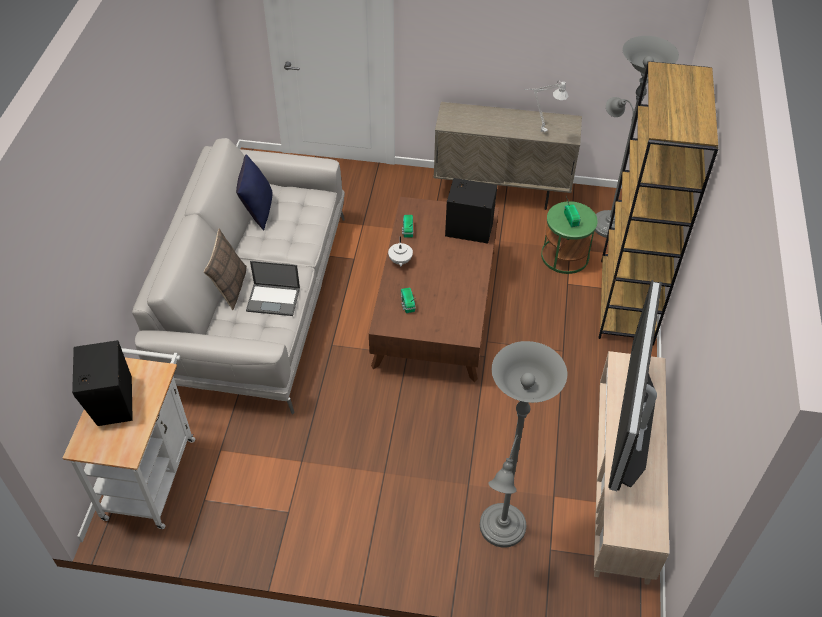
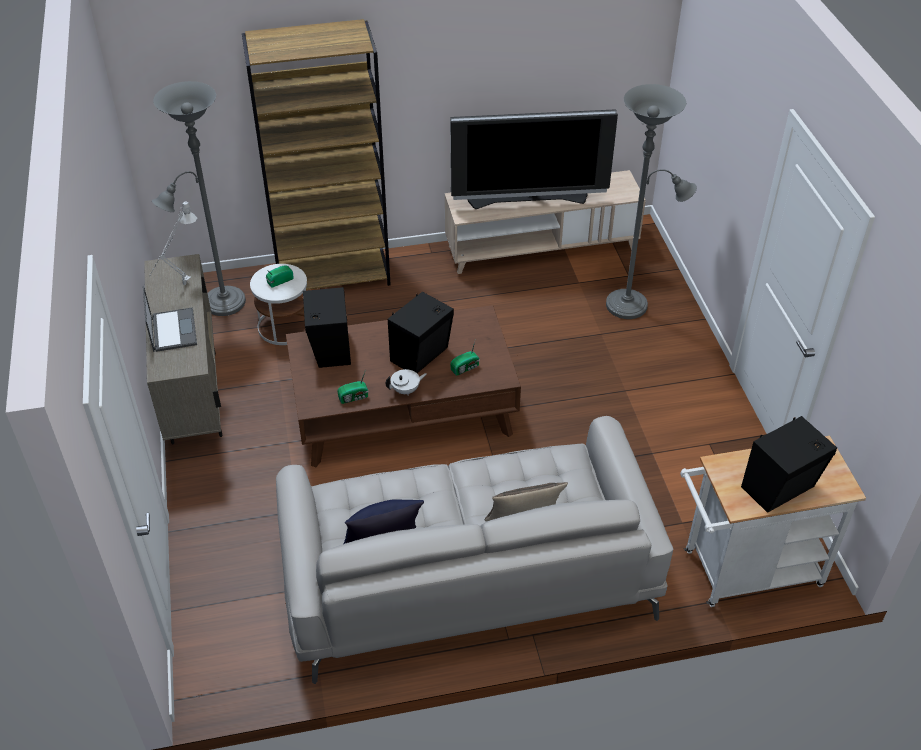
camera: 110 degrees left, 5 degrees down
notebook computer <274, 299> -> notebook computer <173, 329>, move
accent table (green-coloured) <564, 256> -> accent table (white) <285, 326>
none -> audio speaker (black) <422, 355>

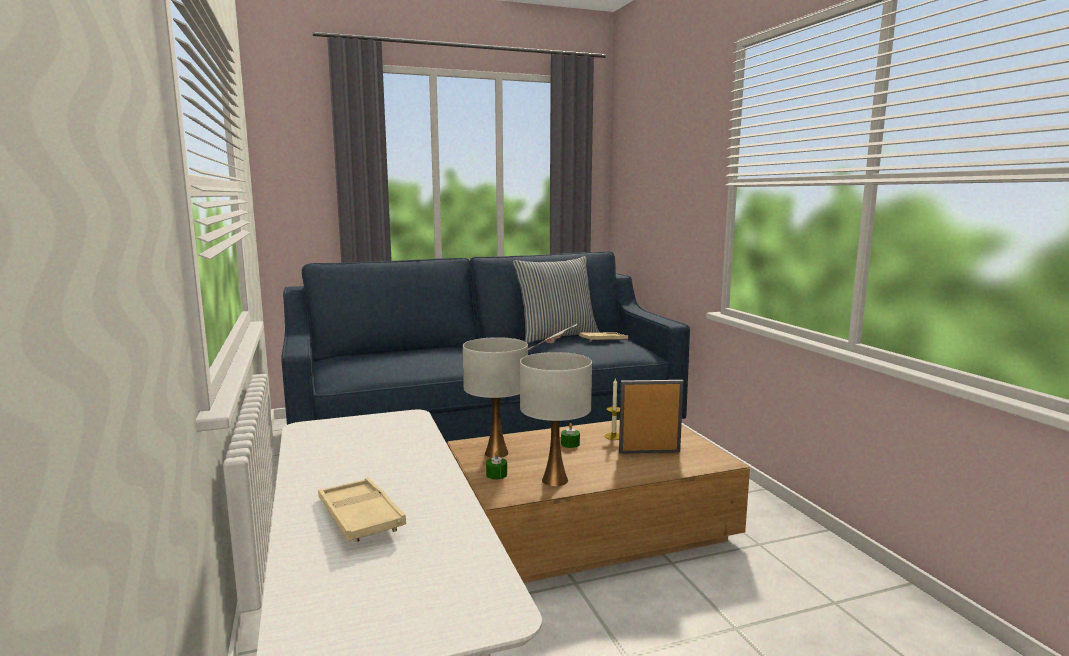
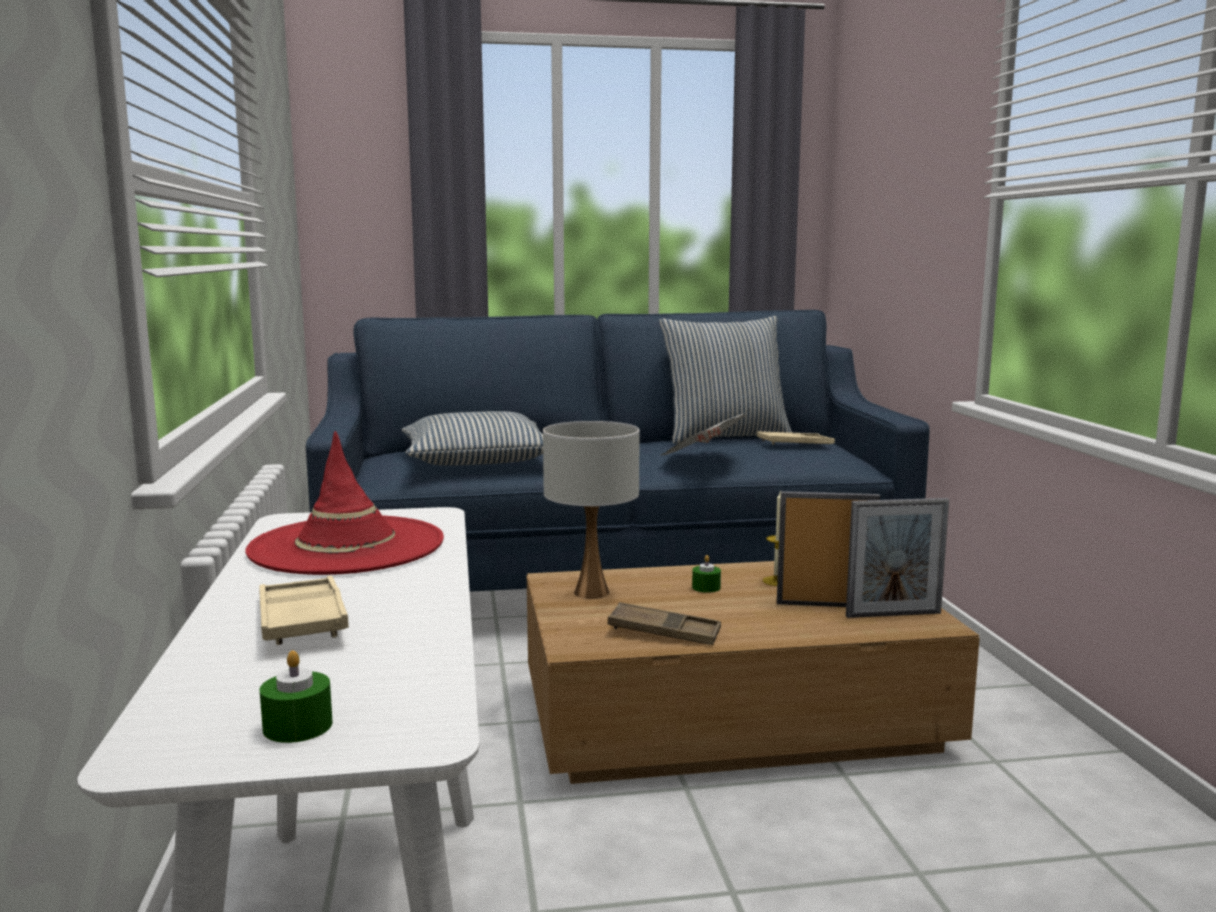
camera: 10 degrees right, 0 degrees up
candle (green-coloured) <496, 474> -> candle (green-coloured) <297, 726>, move
lamp for a table (white) <555, 480> -> carrying tray (brownish) <664, 632>
none -> wearable hat (red) <347, 546>
none -> throw pillow <477, 459>
none -> picture frame <893, 614>

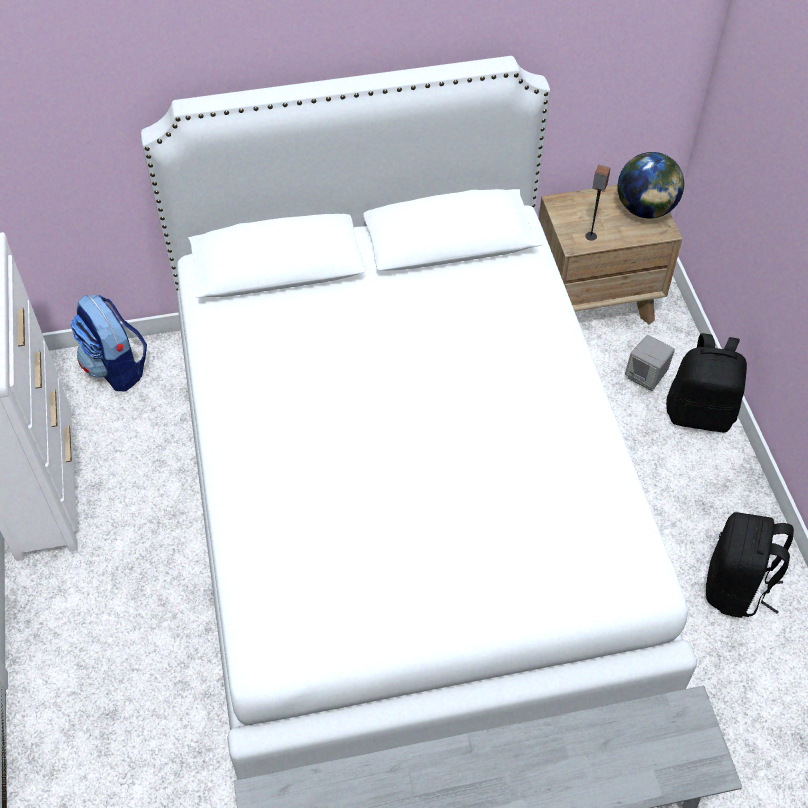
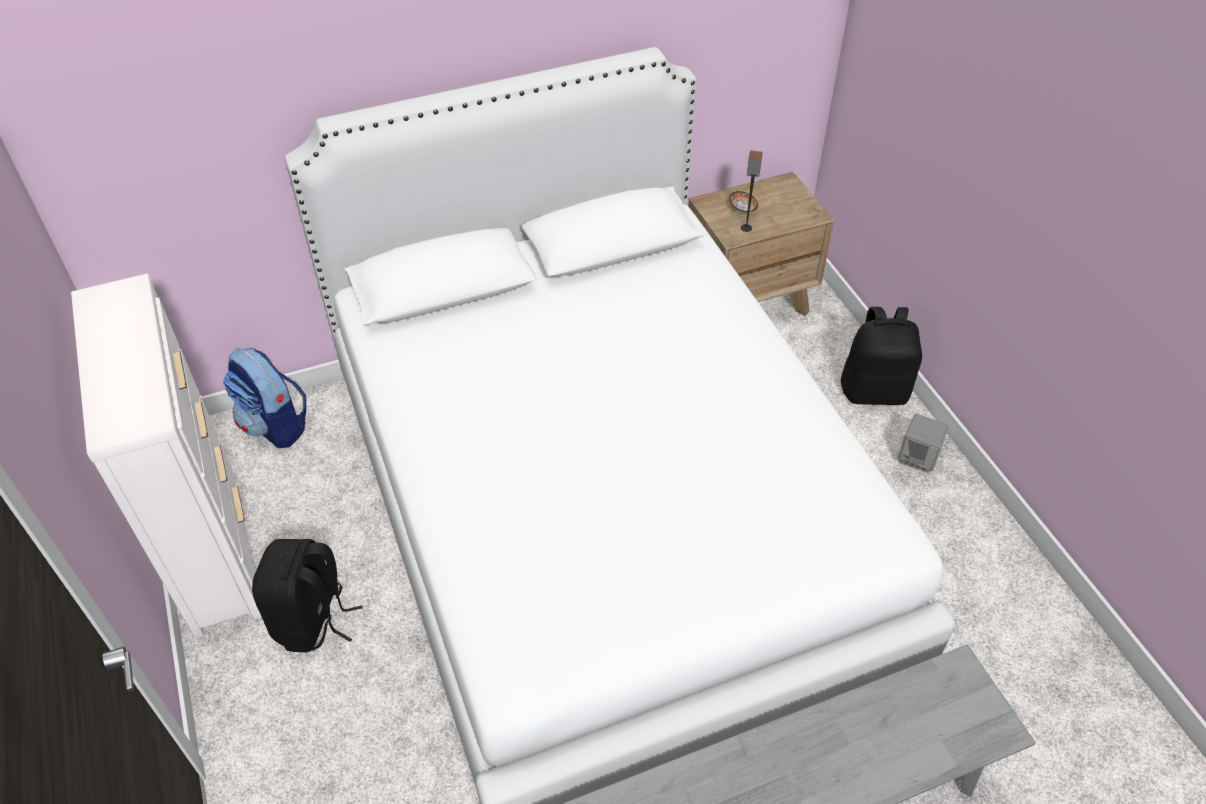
camera: 10 degrees left, 5 degrees down
globe <645, 209> -> none
audio speaker (grey) <646, 376> -> audio speaker (grey) <917, 458>, move
backpack (black) <736, 587> -> backpack (black) <313, 620>, move
none -> serving bowl <742, 209>

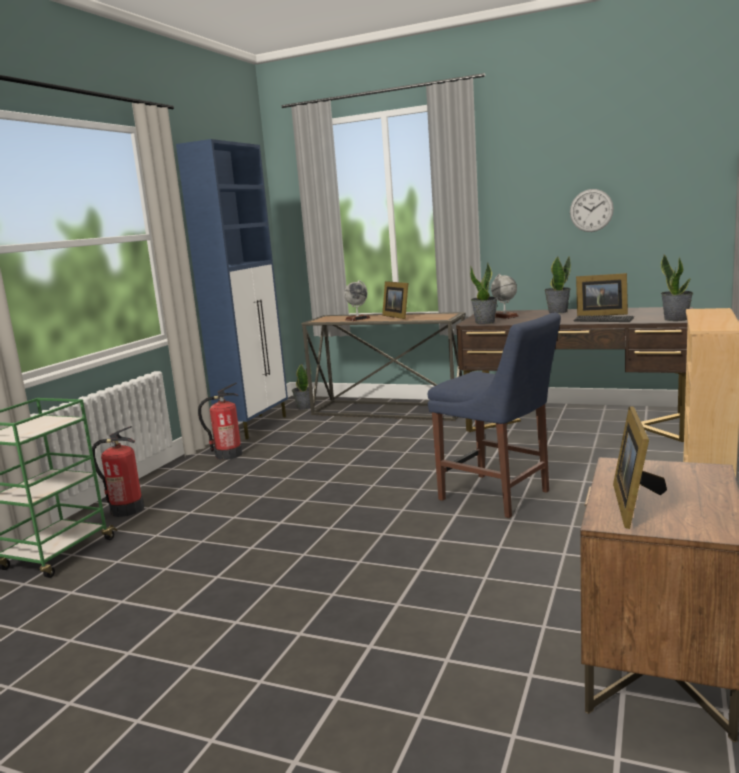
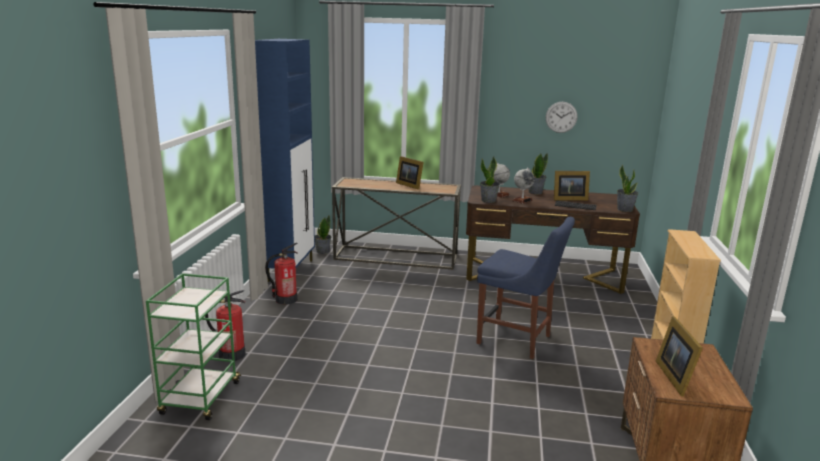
camera: 15 degrees left, 5 degrees up
globe <357, 319> -> globe <522, 200>, move

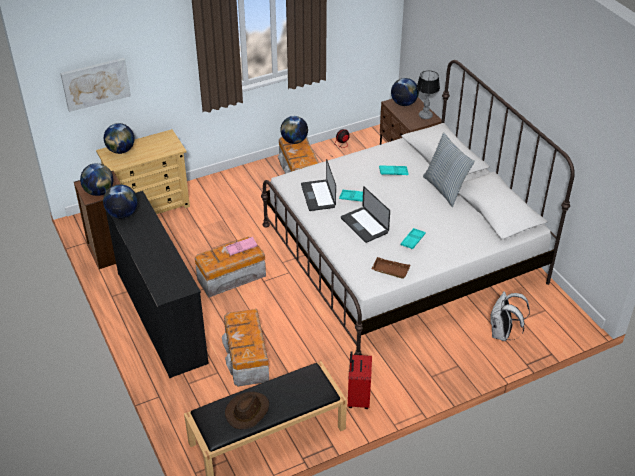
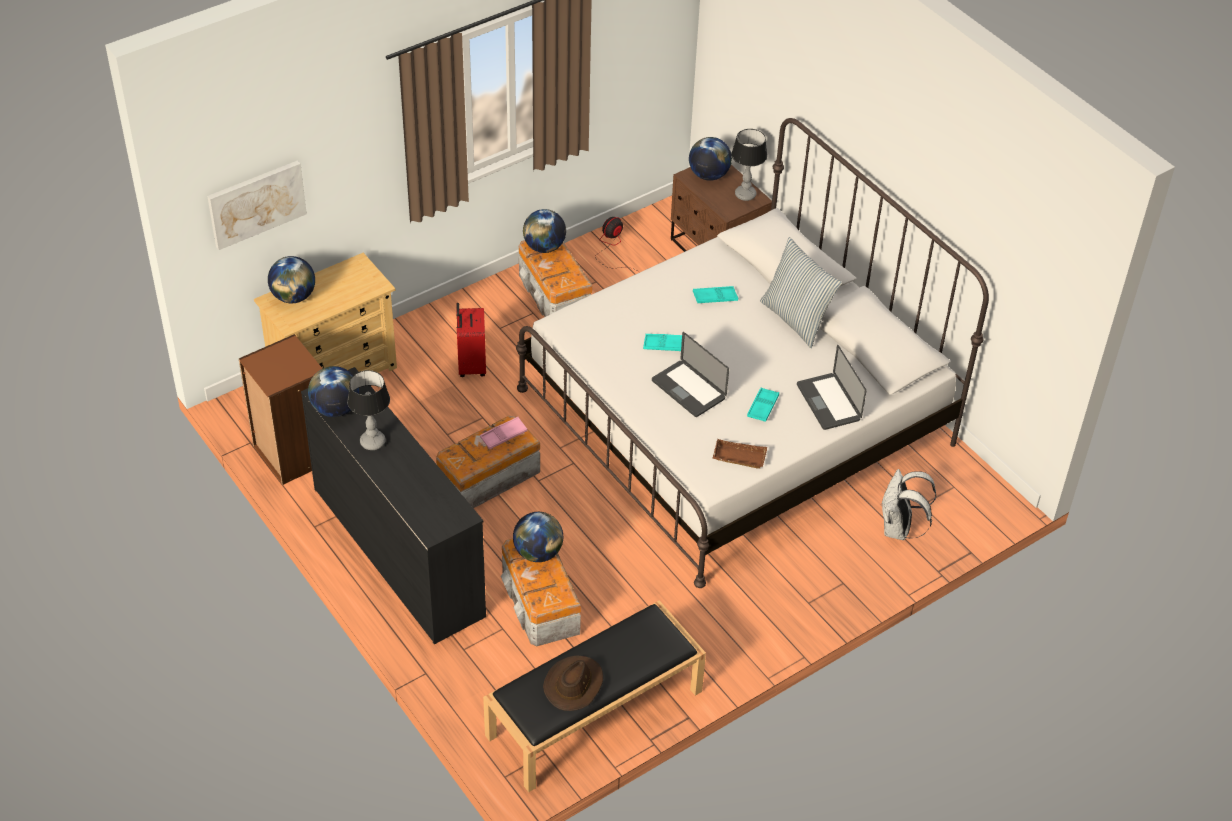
camera: 10 degrees left, 5 degrees up
globe <99, 192> -> globe <538, 553>, move
notebook computer <318, 196> -> notebook computer <828, 402>, move
travel case (red) <357, 398> -> travel case (red) <471, 366>, move
none -> lamp for a table <373, 442>

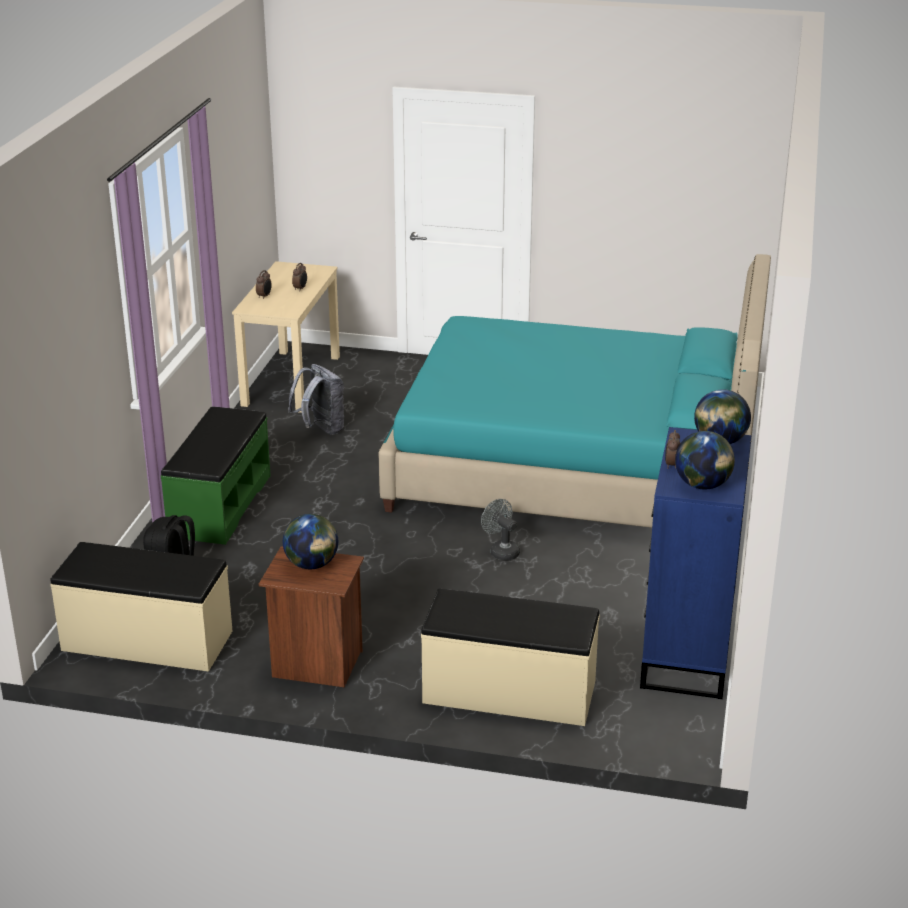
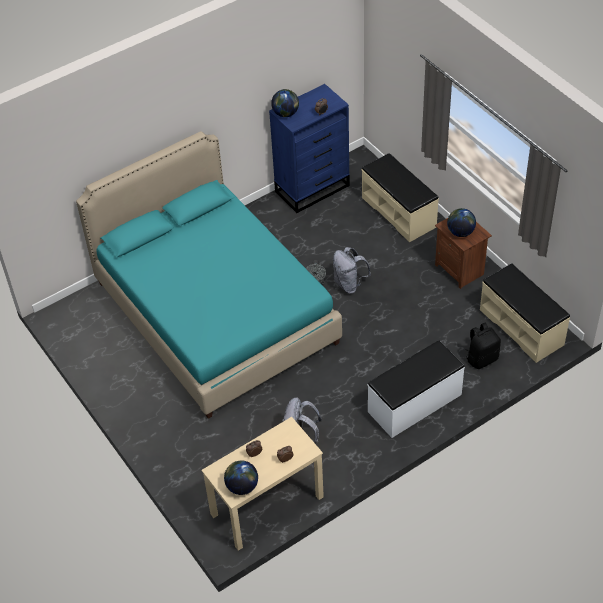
camera: 135 degrees left, 20 degrees up
long seat (green-coloured) <219, 505> -> long seat (white) <415, 403>
globe <703, 485> -> globe <242, 486>, move
none -> backpack (grey) <349, 284>

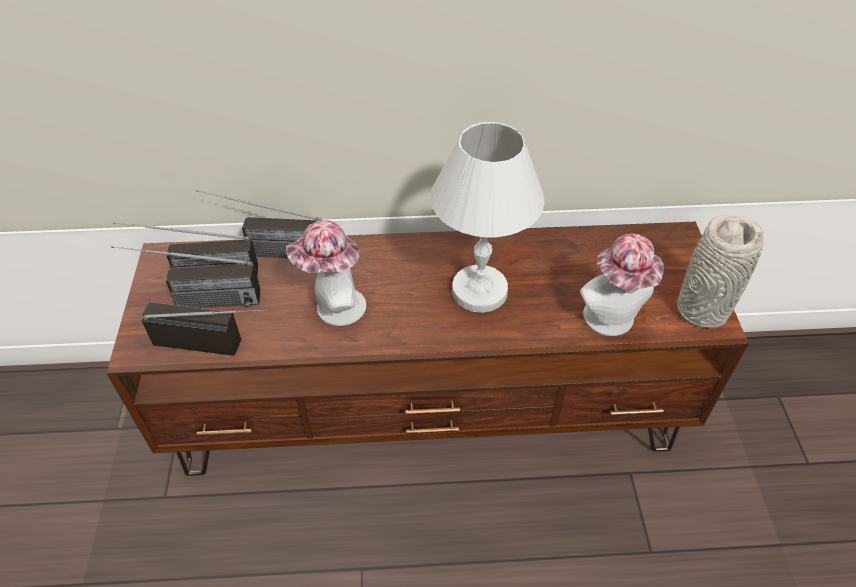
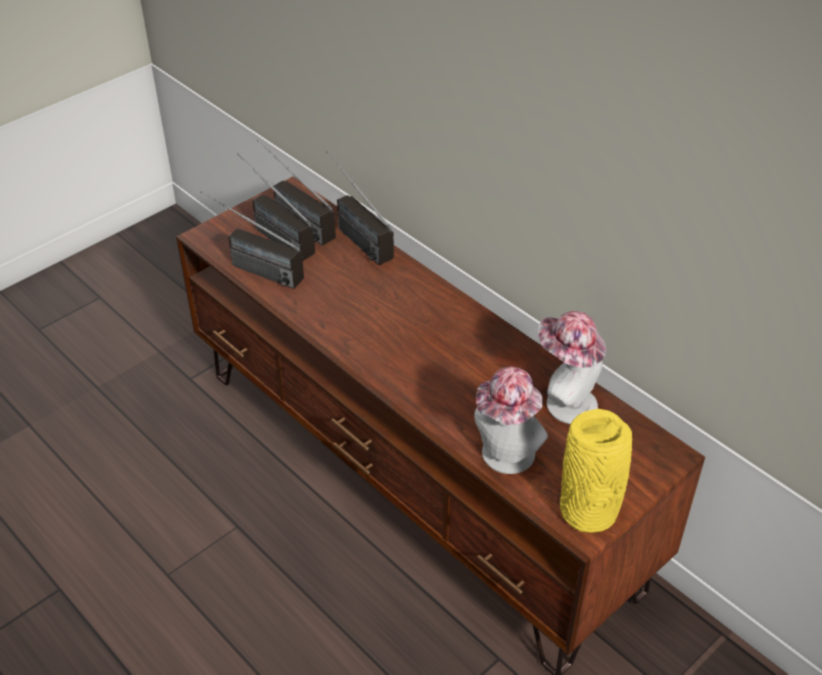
camera: 50 degrees right, 5 degrees down
radio <220, 343> -> radio <250, 267>, 150 degrees clockwise
wearable hat <334, 308> -> wearable hat <565, 402>, move
lamp for a table (white) <479, 291> -> none
flower vase (grey) <702, 309> -> flower vase (yellowish) <590, 511>

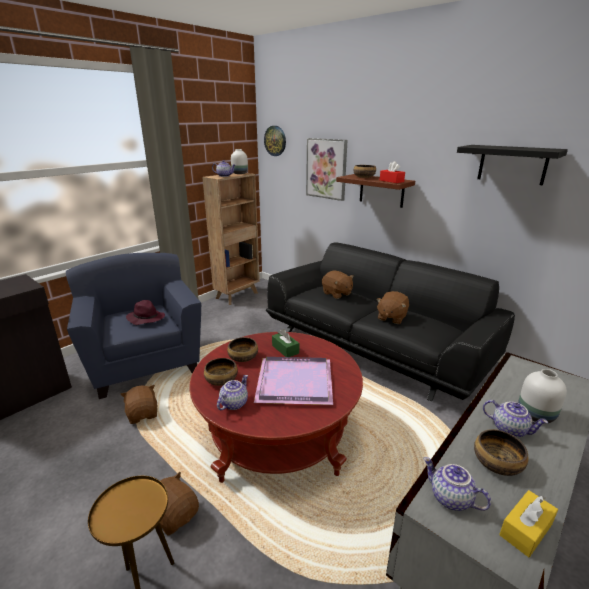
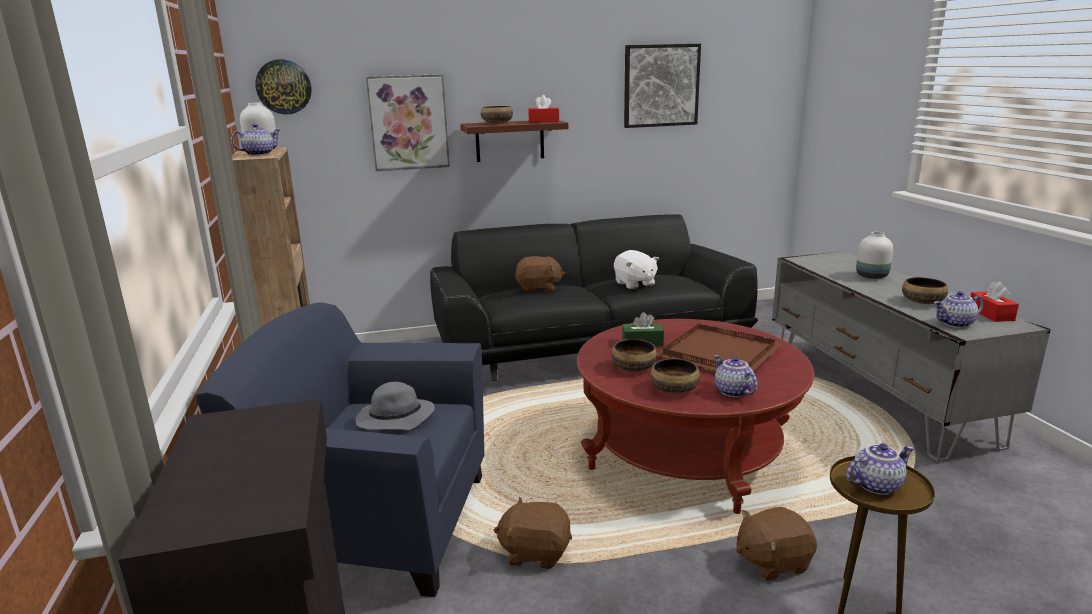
camera: 55 degrees left, 5 degrees down
wearable hat (purple-coloured) <145, 318> -> wearable hat (grey) <394, 419>
carrying tray (purple-coloured) <293, 381> -> carrying tray (brownish) <716, 354>
soft toy (brownish) <391, 317> -> soft toy (white) <634, 284>
wall shelf (black) <512, 164> -> picture <661, 85>
teapot <510, 429> -> teapot <876, 484>, move
tissue holder (yellowish) <525, 530> -> tissue holder (red) <991, 314>

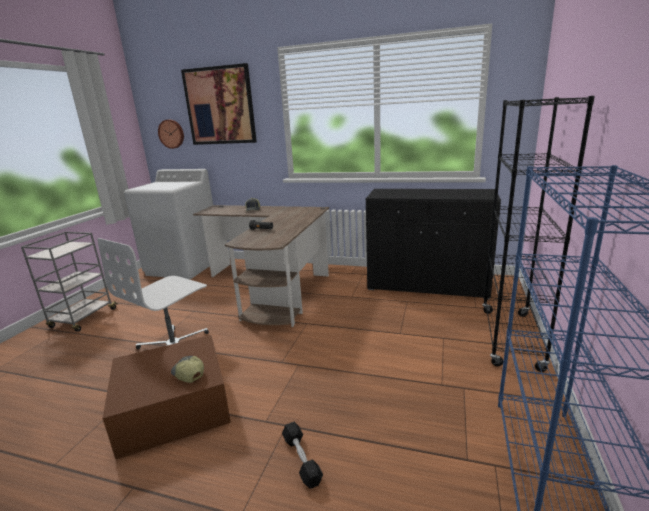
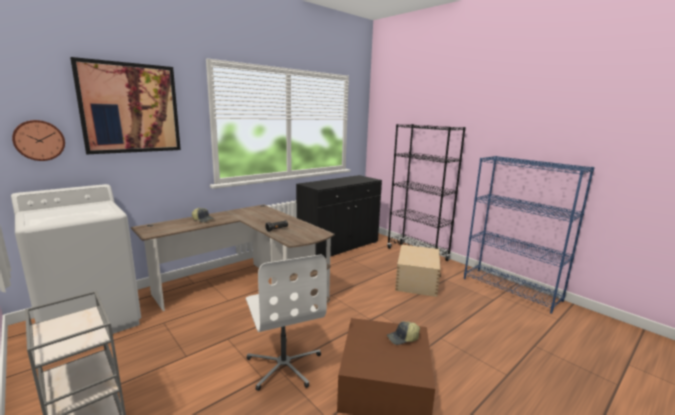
camera: 60 degrees left, 5 degrees down
dumbbell (black) <301, 459> -> none
none -> storage container (sand-coloured) <416, 281>

